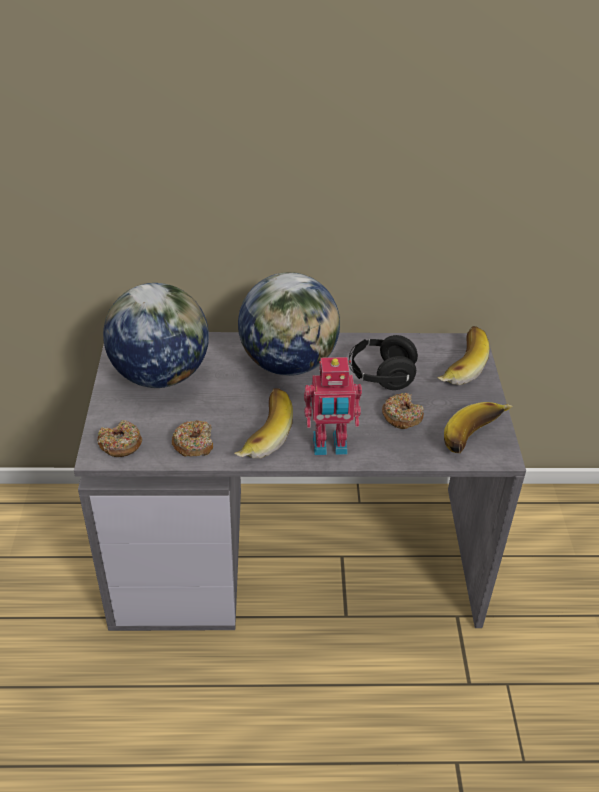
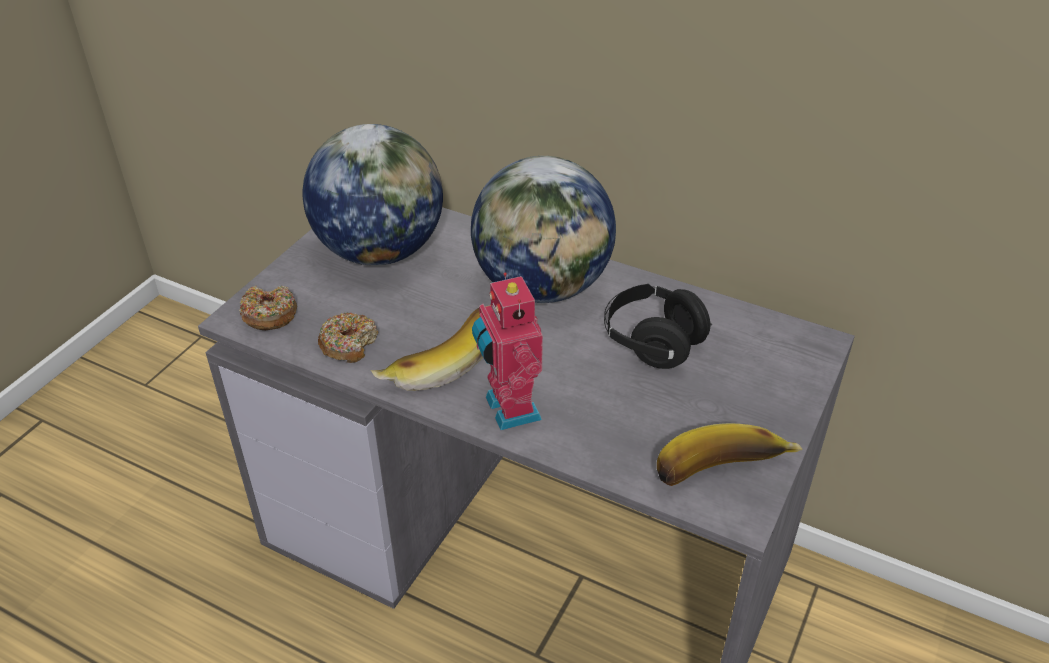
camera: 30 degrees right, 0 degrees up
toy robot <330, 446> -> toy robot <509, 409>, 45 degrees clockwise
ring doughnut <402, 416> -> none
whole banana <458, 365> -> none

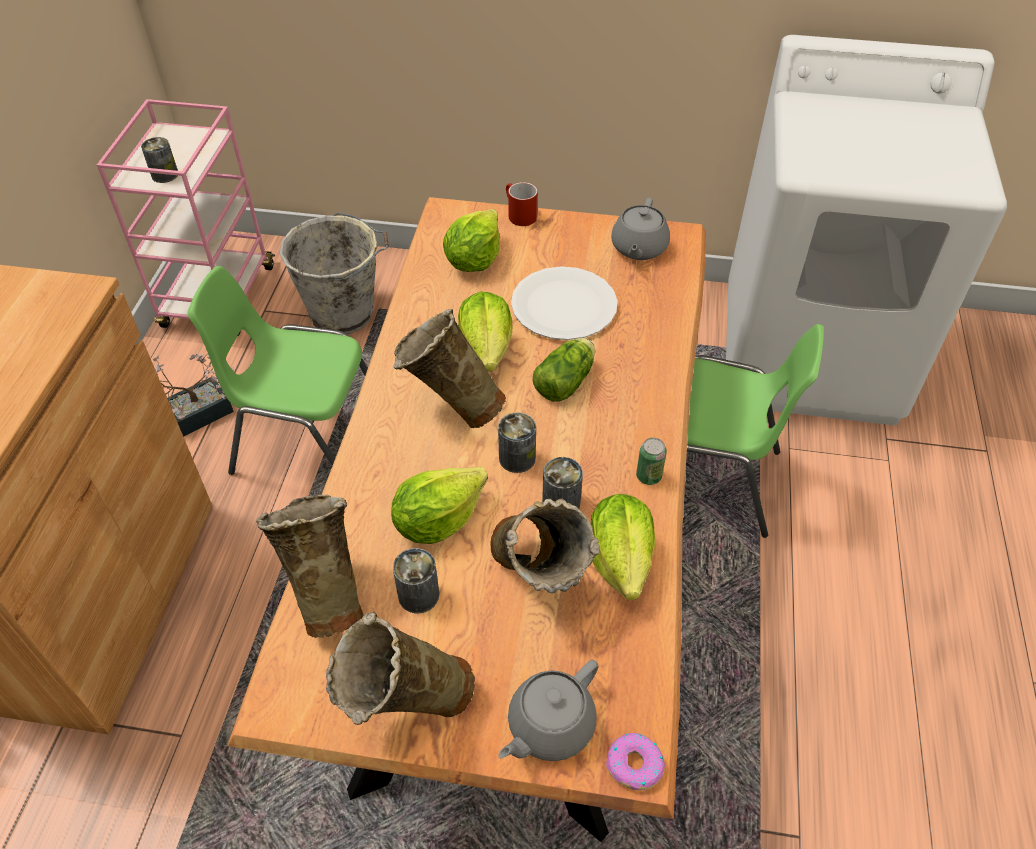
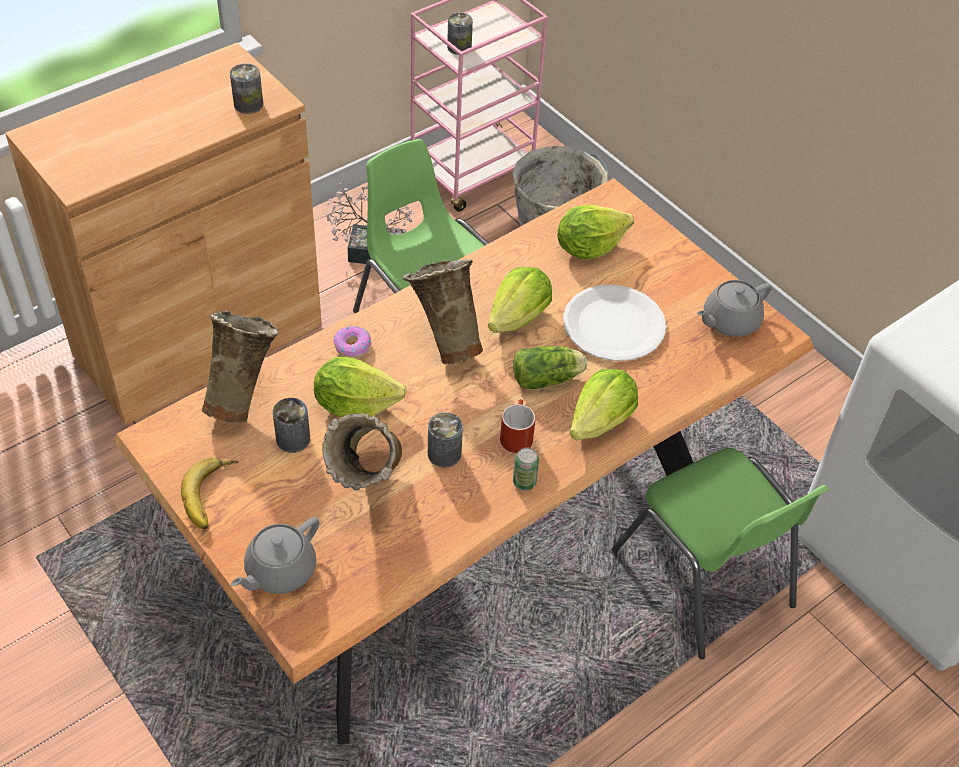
camera: 40 degrees right, 0 degrees up
flower vase (sand-coloured) <405, 711> -> whole banana <213, 496>
metal can <517, 458> -> metal can <248, 104>, move
teapot (grey) <549, 725> -> teapot (grey) <279, 571>, 45 degrees counterclockwise
coffee mug (red) <518, 215> -> coffee mug (red) <515, 434>, move
lettuce <620, 560> -> lettuce <601, 422>, move
ring doughnut <634, 765> -> ring doughnut <352, 346>, move

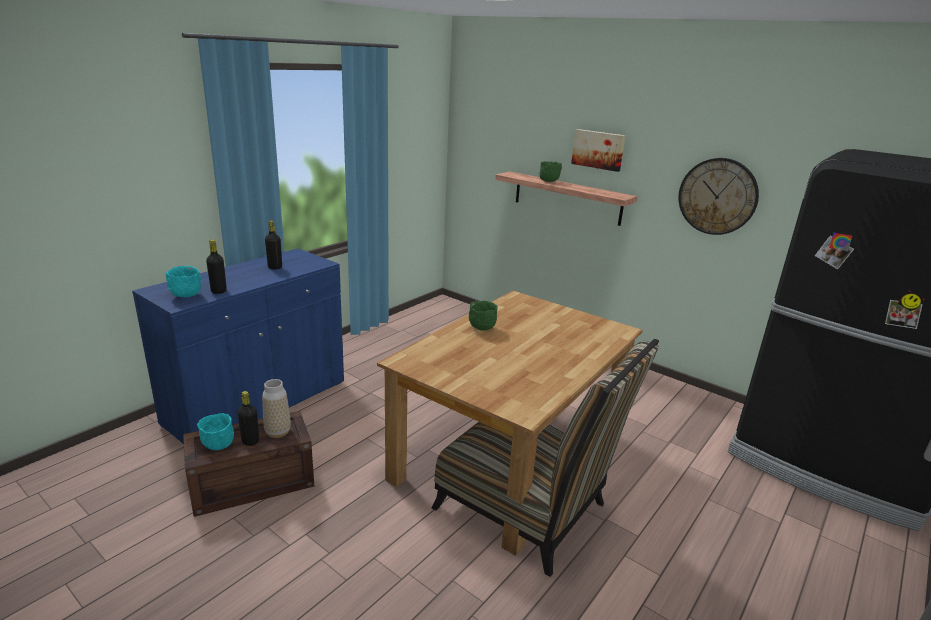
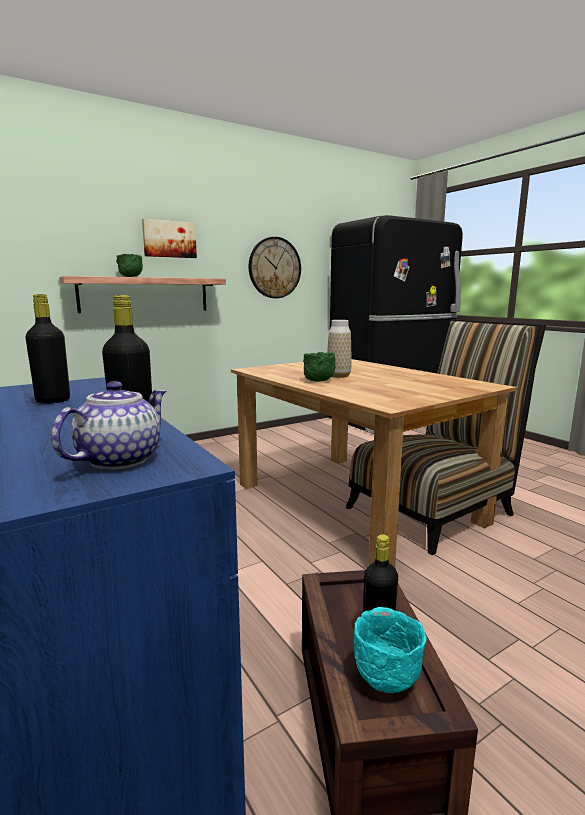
camera: 70 degrees left, 10 degrees down
serving bowl (blue-green) <186, 295> -> teapot <119, 459>
flower vase <278, 432> -> flower vase <338, 376>, move

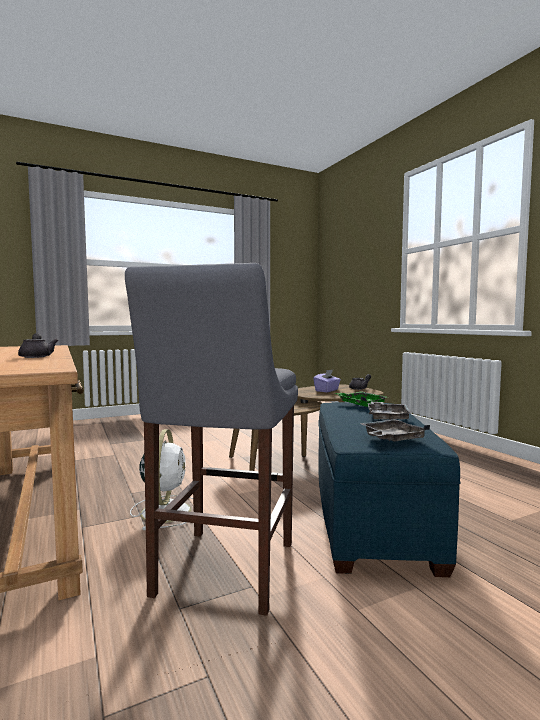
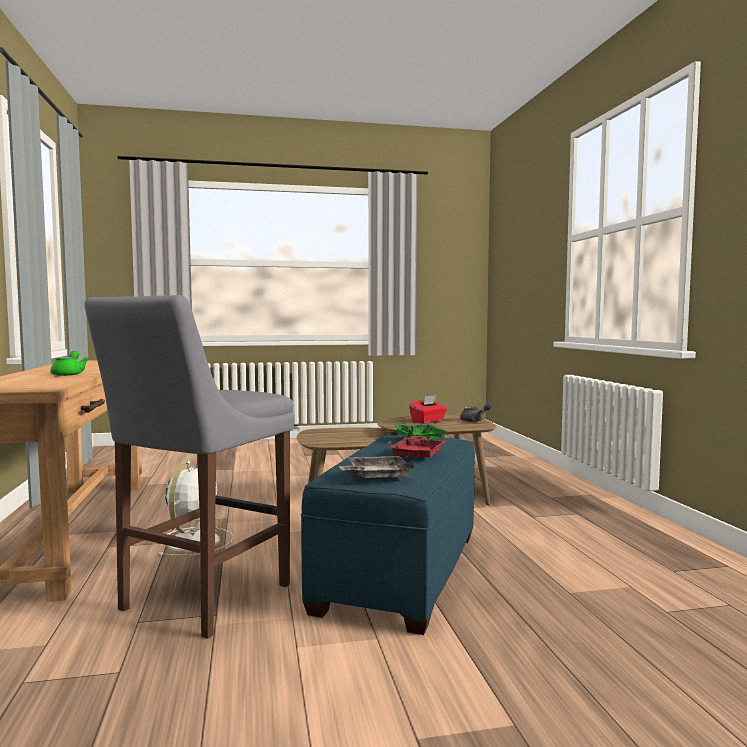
camera: 15 degrees right, 0 degrees up
teapot (grey) <37, 356> -> teapot (green-coloured) <69, 374>
tissue holder (purple-coloured) <327, 390> -> tissue holder (red) <428, 421>
carrying tray (grey) <387, 417> -> carrying tray (red) <418, 455>

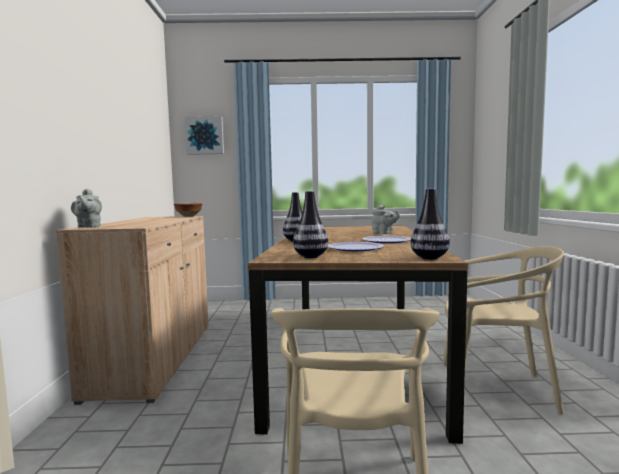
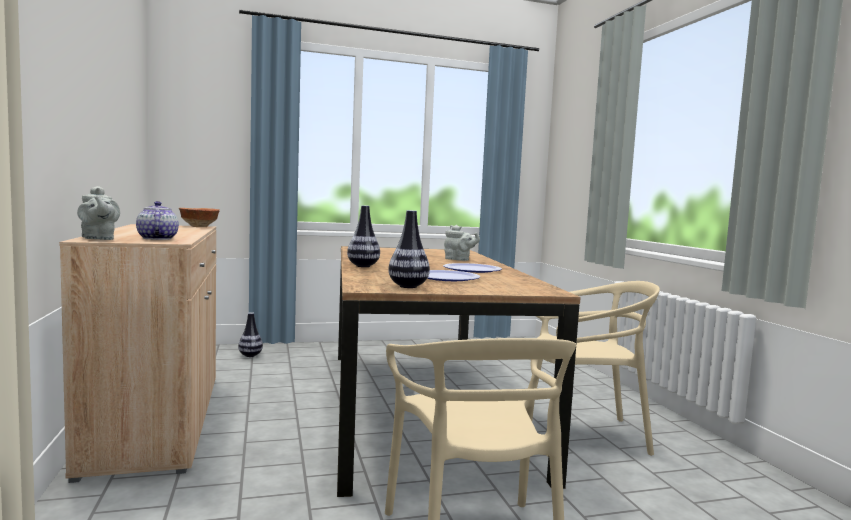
camera: 15 degrees left, 0 degrees up
picture <205, 135> -> none
flower vase <429, 258> -> flower vase <250, 355>, move
none -> teapot <157, 238>

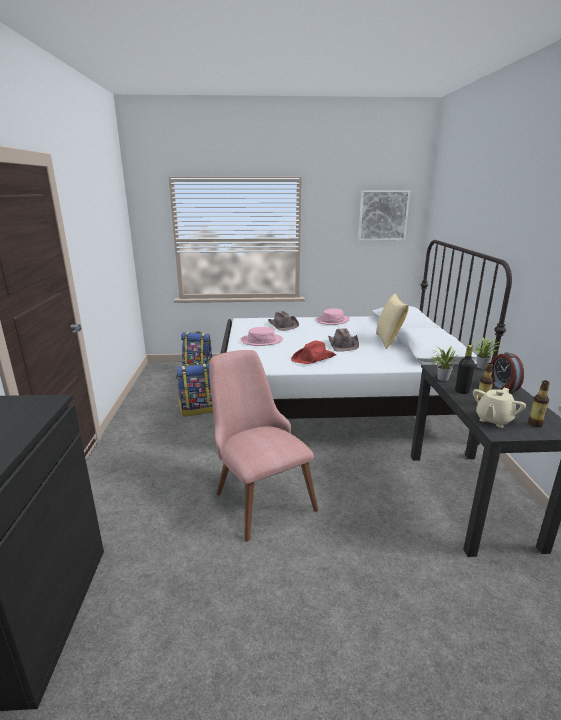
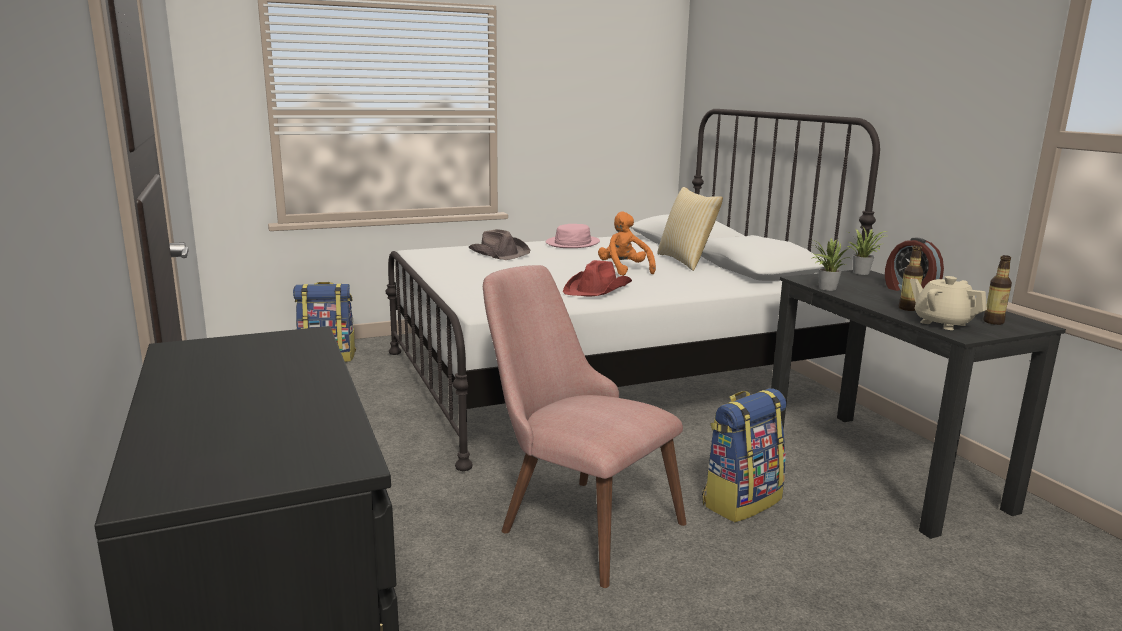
camera: 20 degrees left, 5 degrees down
backpack <197, 409> -> backpack <741, 501>, move
wearable hat (pink-coloured) <261, 340> -> none
wearable hat (brownish) <343, 344> -> soft toy (orange) <624, 270>
picture <383, 215> -> none
beverage bottle (black) <462, 391> -> none
teapot (sand-coloured) <493, 420> -> teapot (sand-coloured) <942, 323>, 120 degrees clockwise

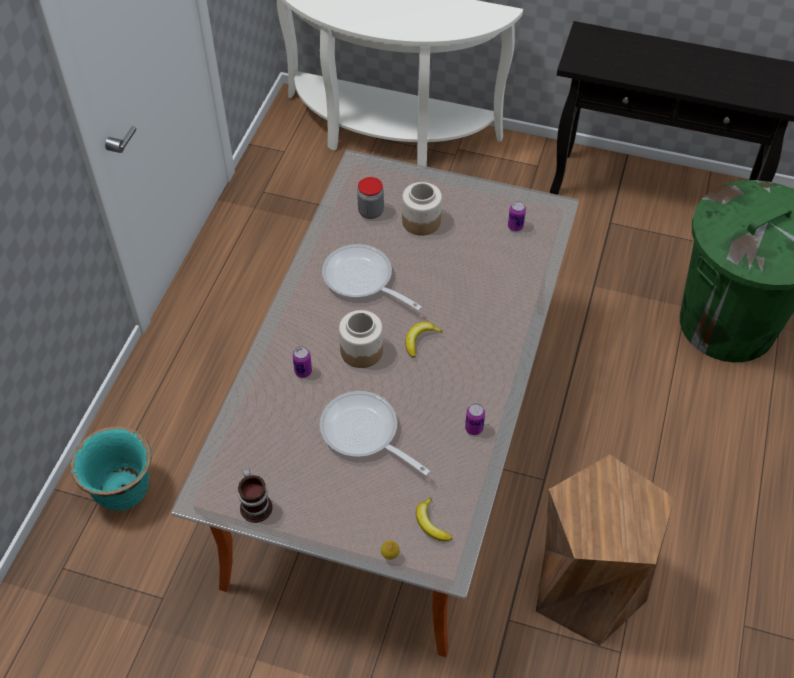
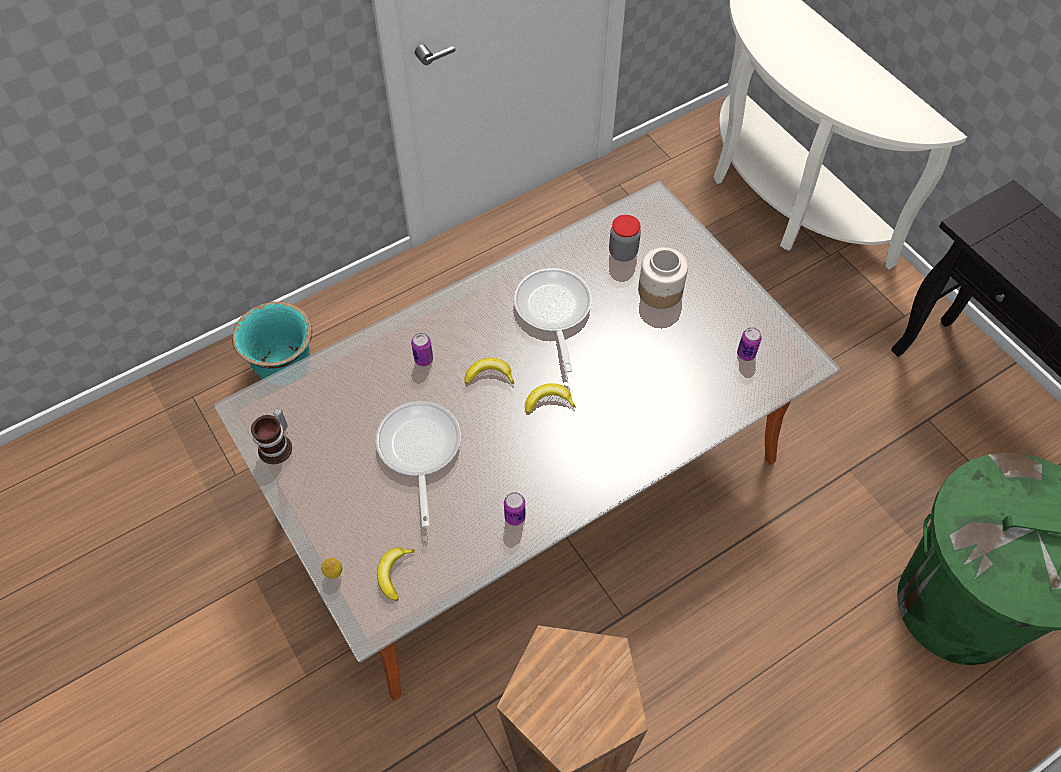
camera: 40 degrees right, 5 degrees up
preserve jar <361, 350> -> whole banana <489, 375>

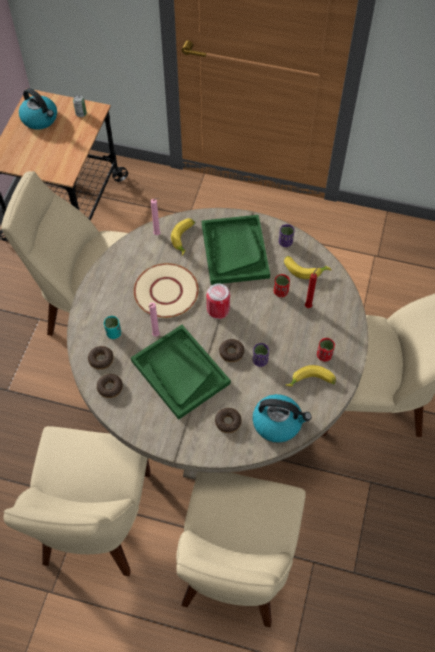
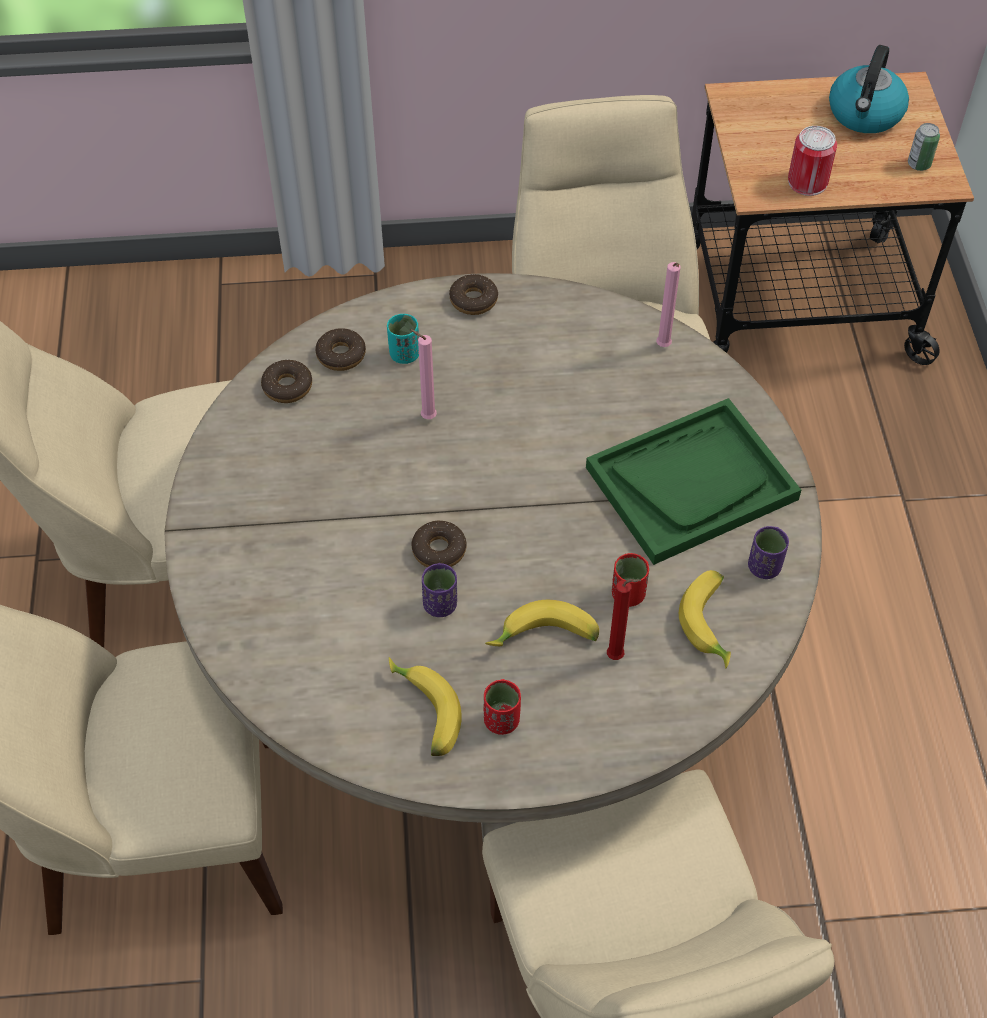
camera: 70 degrees right, 5 degrees down
carrying tray (green-coloured) <180, 372> -> none
plate (sand-coloured) <166, 292> -> none
whole banana <185, 239> -> whole banana <545, 639>, move
metal can <218, 309> -> metal can <807, 182>, move
ring doughnut <228, 422> -> ring doughnut <473, 300>, move
kettle <278, 423> -> none

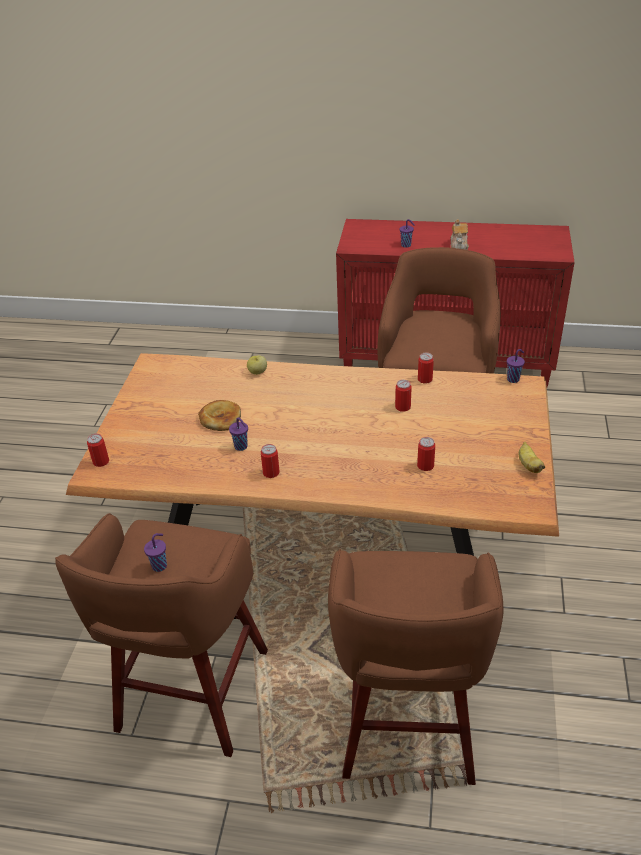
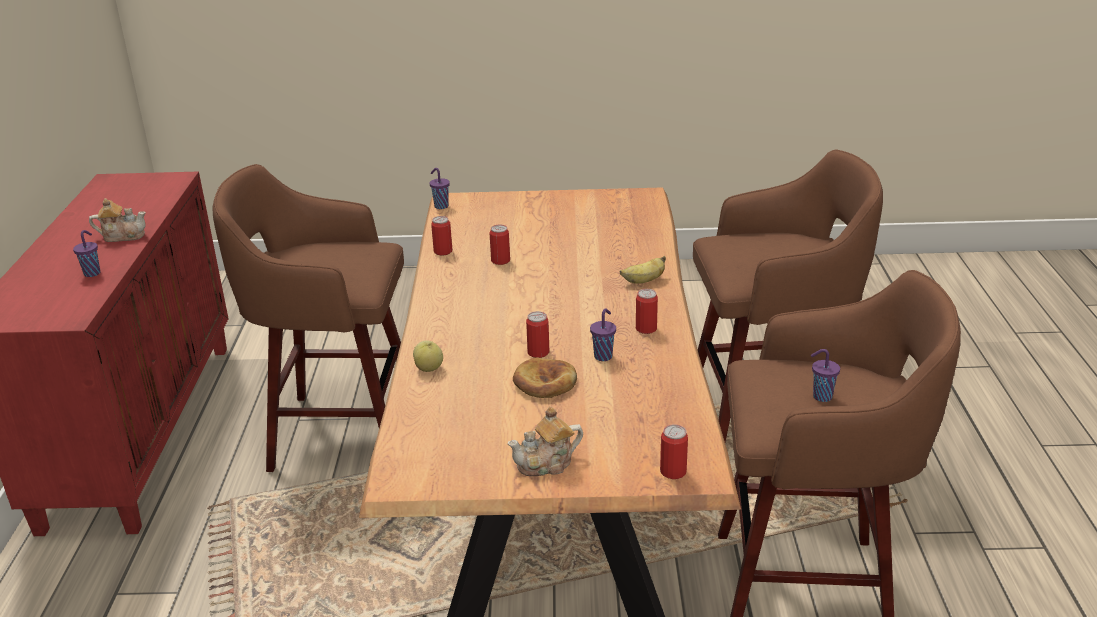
camera: 100 degrees left, 10 degrees down
metal can <425, 466> -> metal can <538, 352>, move
whole banana <528, 465> -> whole banana <643, 281>, move
none -> teapot <546, 463>

